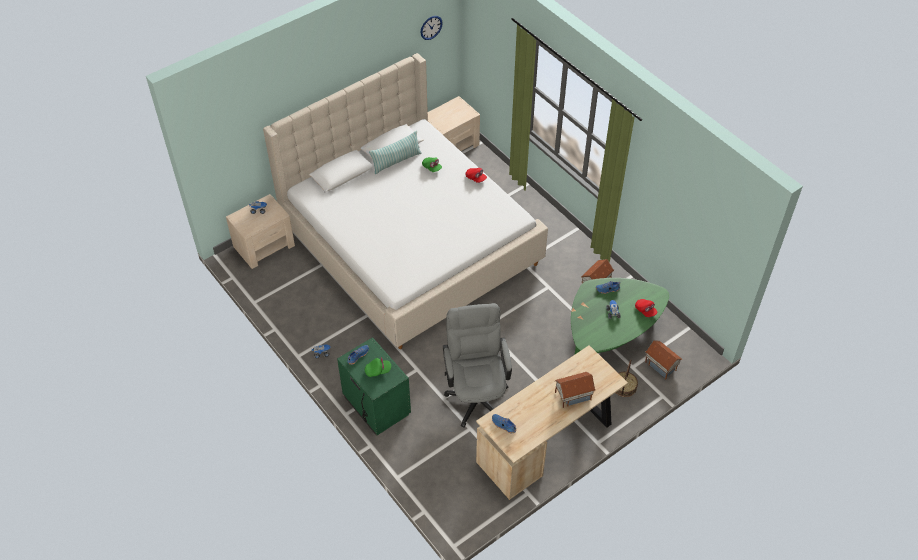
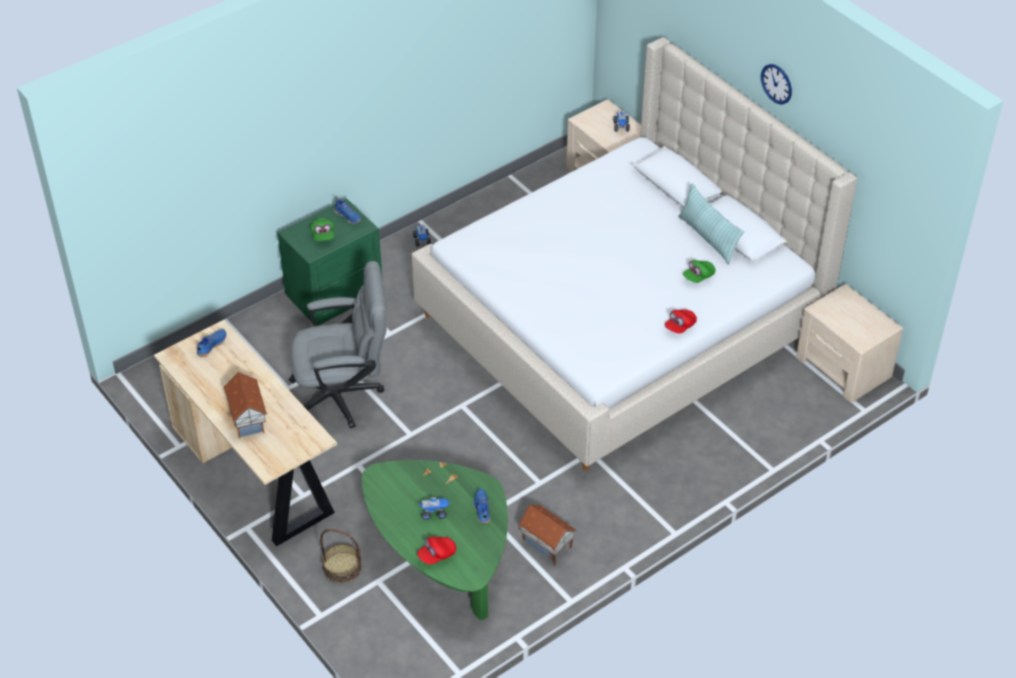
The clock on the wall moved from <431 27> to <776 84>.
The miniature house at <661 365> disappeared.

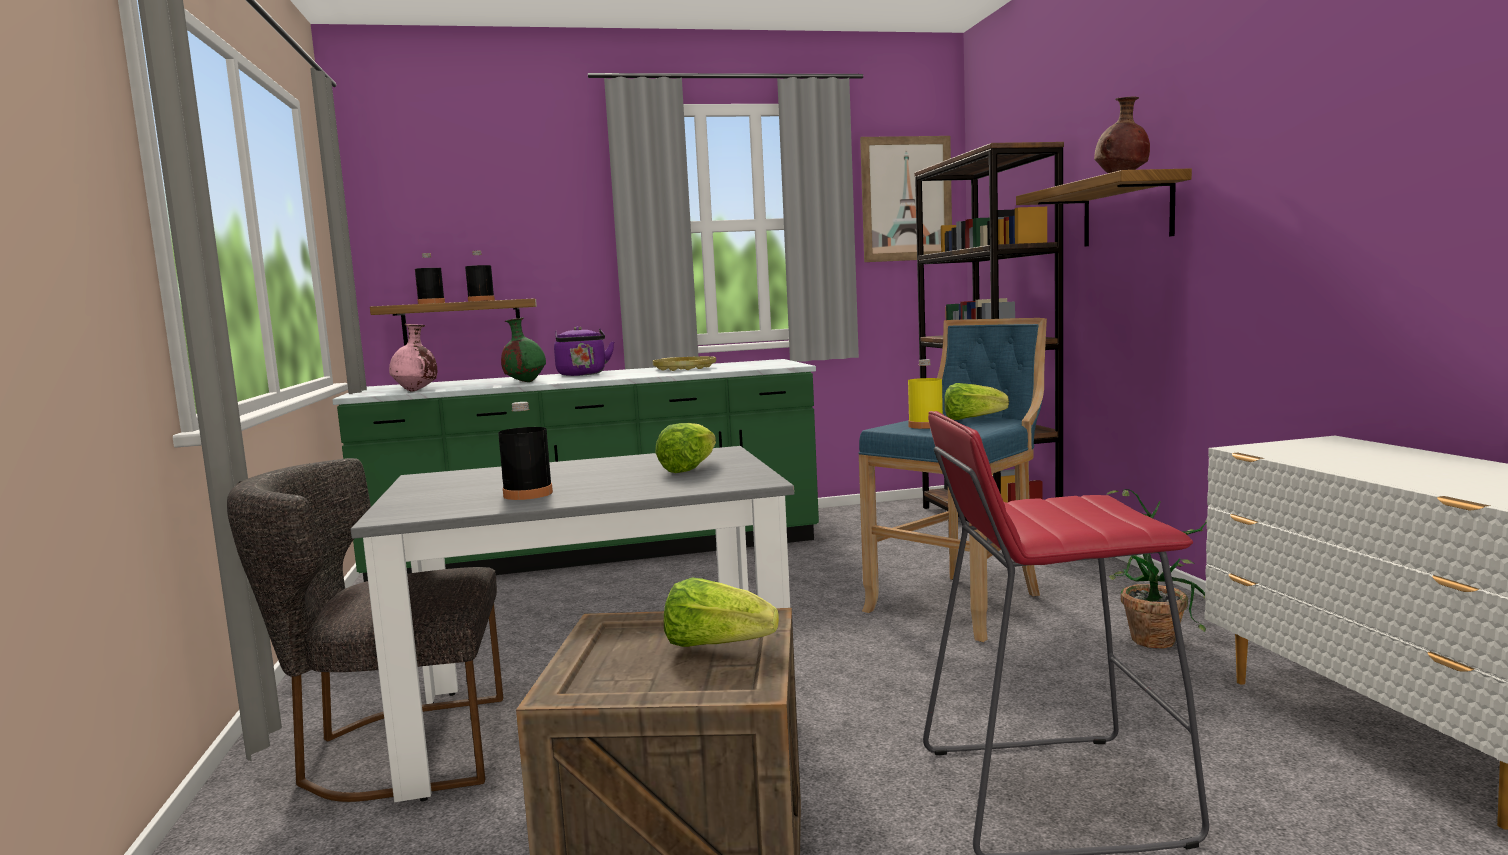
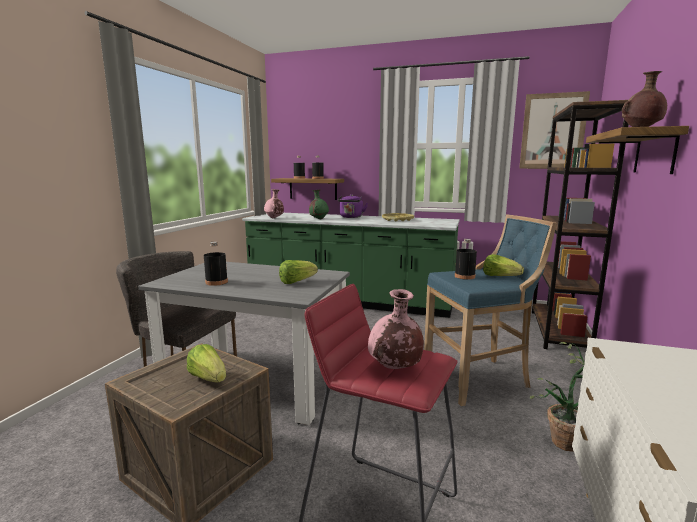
The beverage bottle/yellow at <926 426> became the beverage bottle/black at <464 276>.
The vase/pinkish at <394 368> appeared.

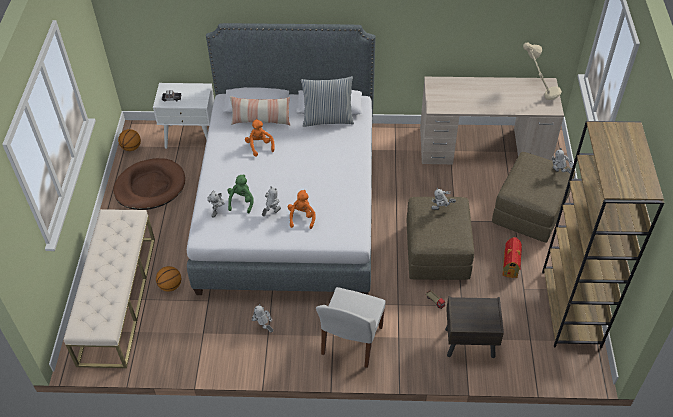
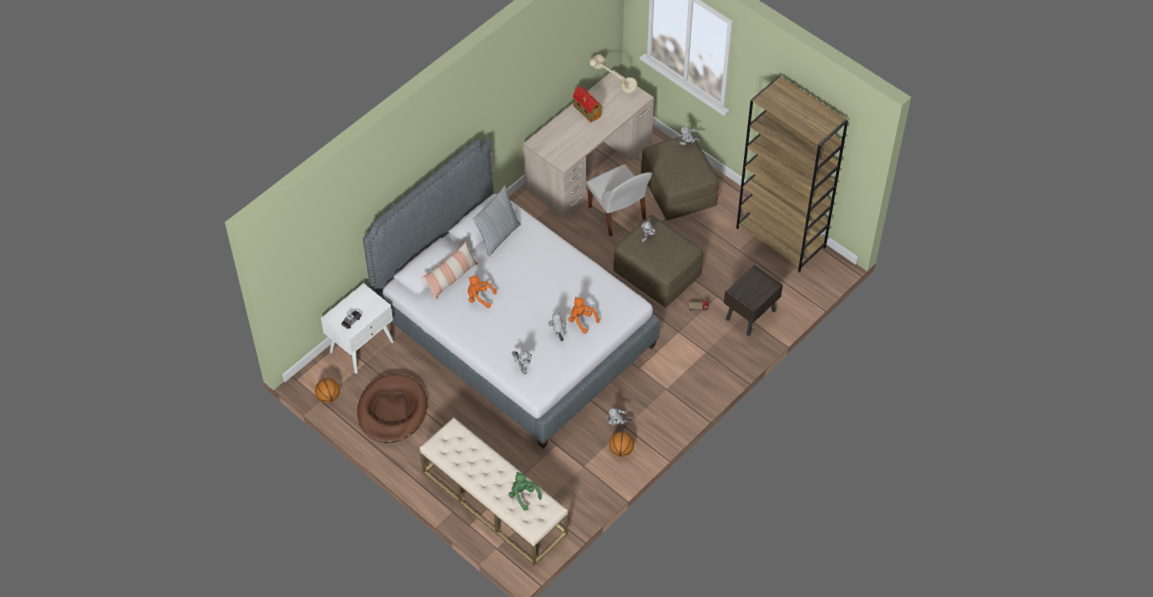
The ball for basketball moved from <170 286> to <621 450>.
The plush toy/green moved from <241 201> to <523 495>.
The upright chair/white moved from <351 342> to <617 215>.
The miniature house moved from <510 264> to <586 110>.

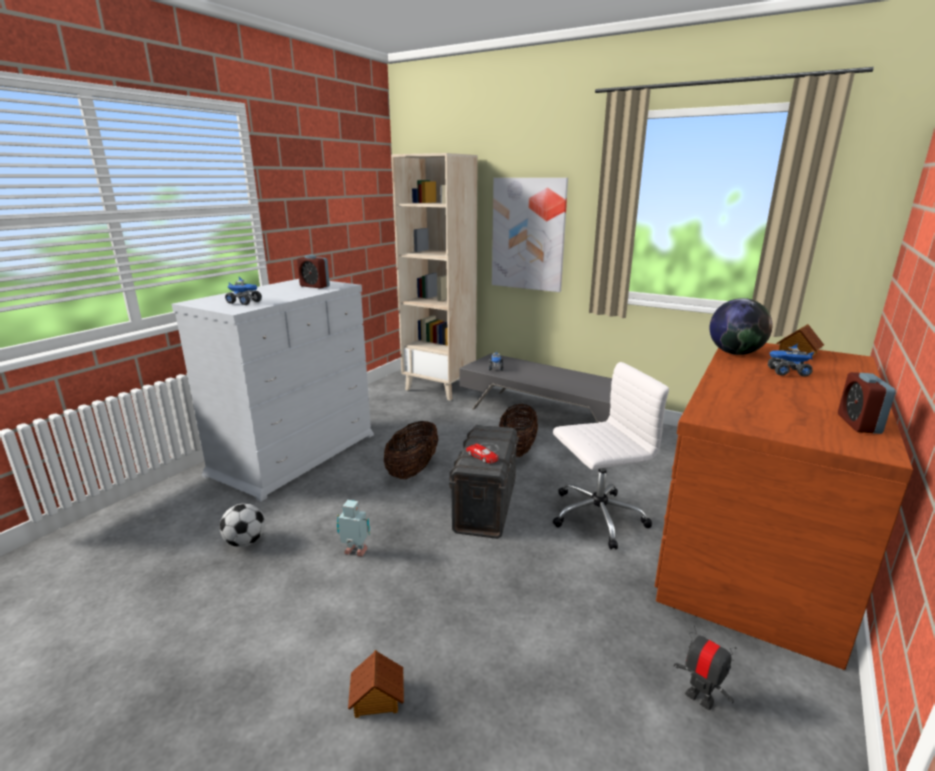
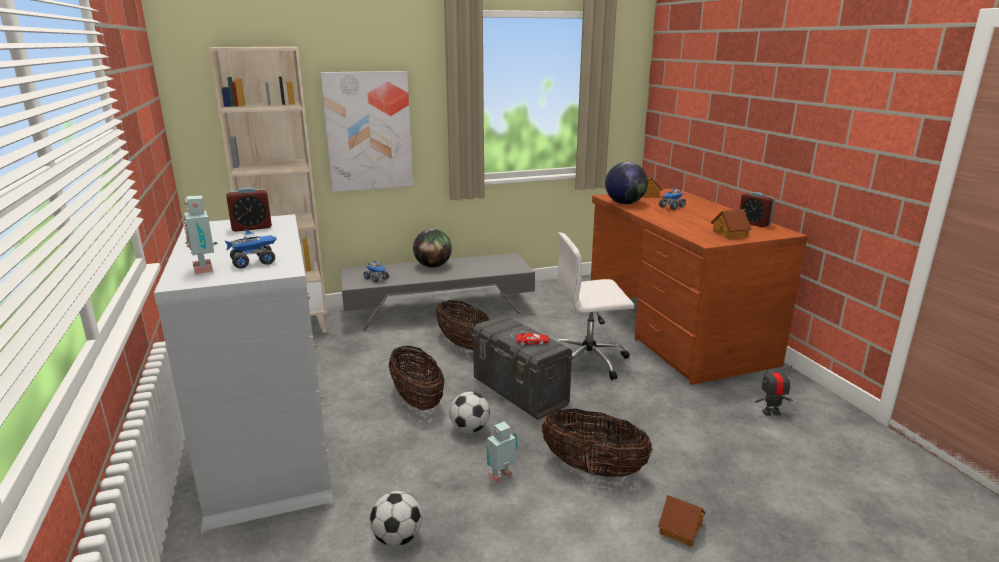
The office chair/white at <596 517> turned 120 degrees counterclockwise.
The model robot at <206 269> appeared.
The globe at <433 266> appeared.
The football ball at <470 429> appeared.
The basket at <593 468> appeared.
The miniature house at <730 234> appeared.

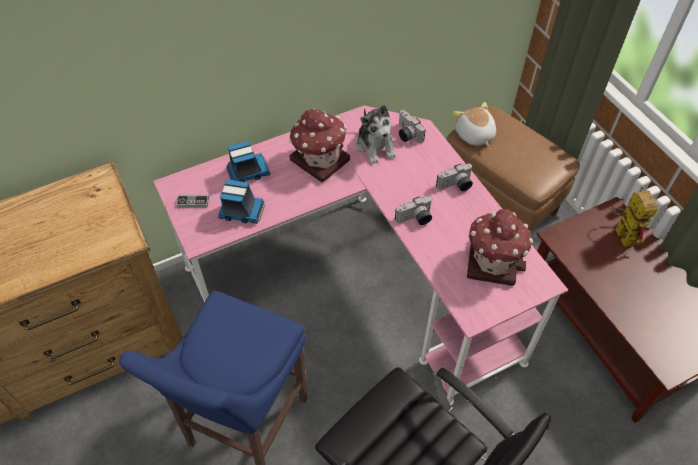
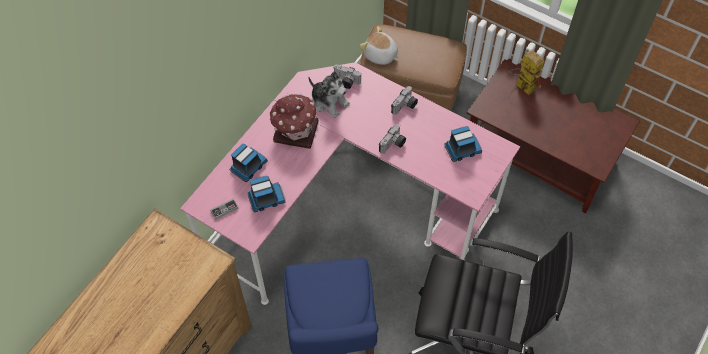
The miniature house at <492 260> was replaced by the toy lorry at <462 149>.

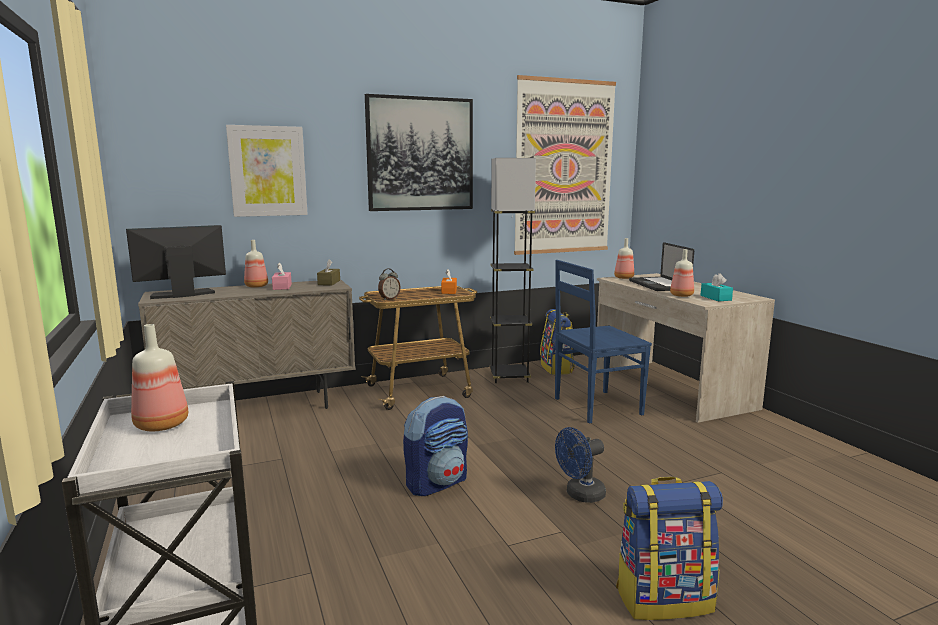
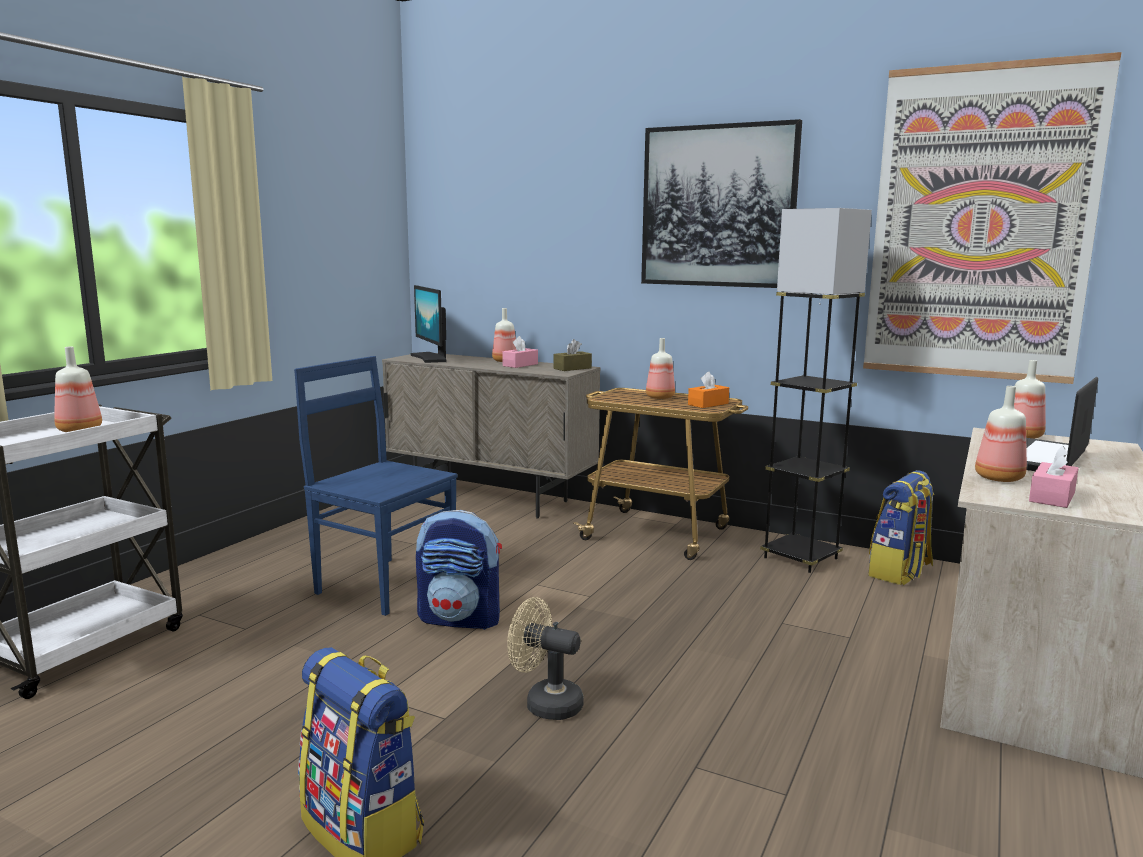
The computer screen at <182 294> turned 135 degrees counterclockwise.
The wall picture at <268 171> disappeared.
The alarm clock at <389 299> disappeared.
The upright chair/blue-coloured moved from <595 406> to <384 584>.
The fan/blue-coloured at <580 495> became the fan/beige-coloured at <545 703>.
The tissue holder/blue-green at <715 298> became the tissue holder/pinkish at <1052 497>.
The beverage bottle at <659 397> appeared.

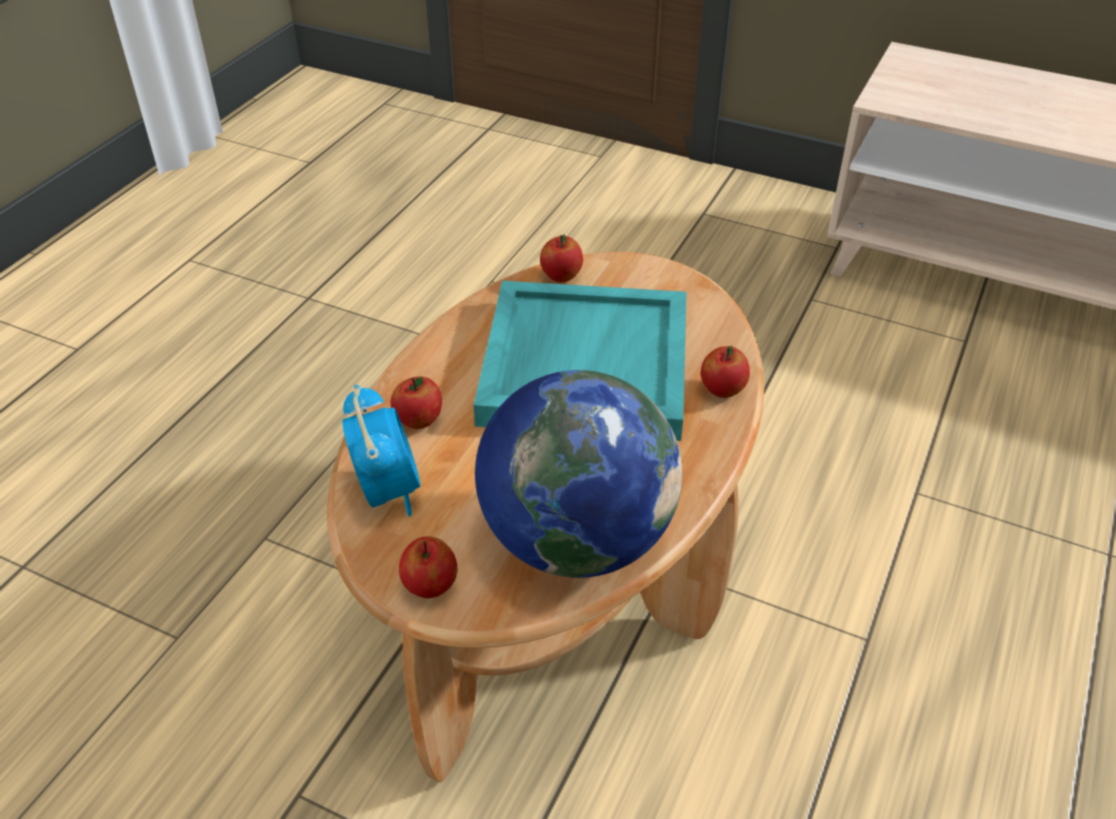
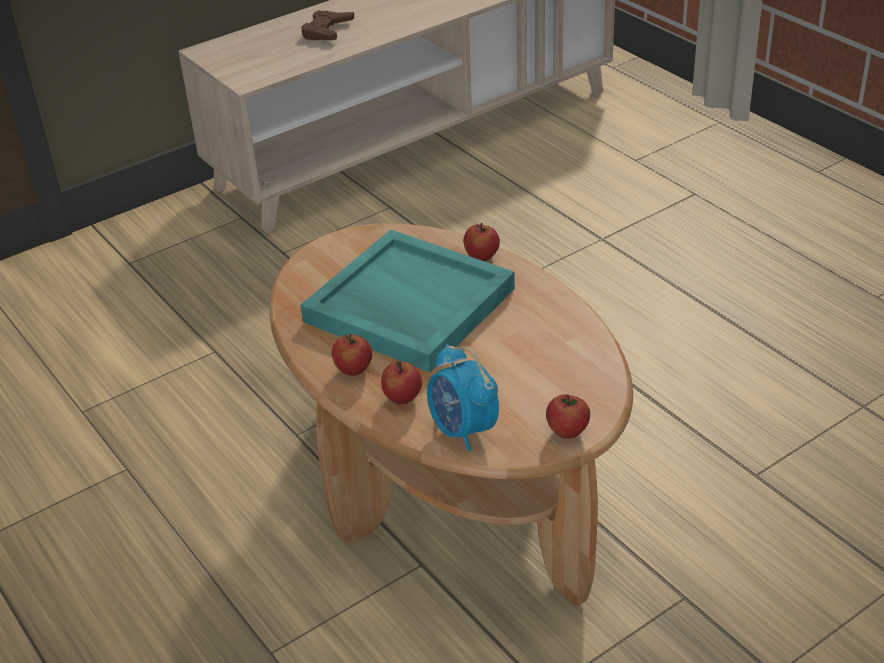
The alarm clock at <387 490> turned 135 degrees counterclockwise.
The globe at <576 539> disappeared.
The whole apple moved from <561 276> to <354 370>.
The gamepad/brown-coloured at <327 31> appeared.

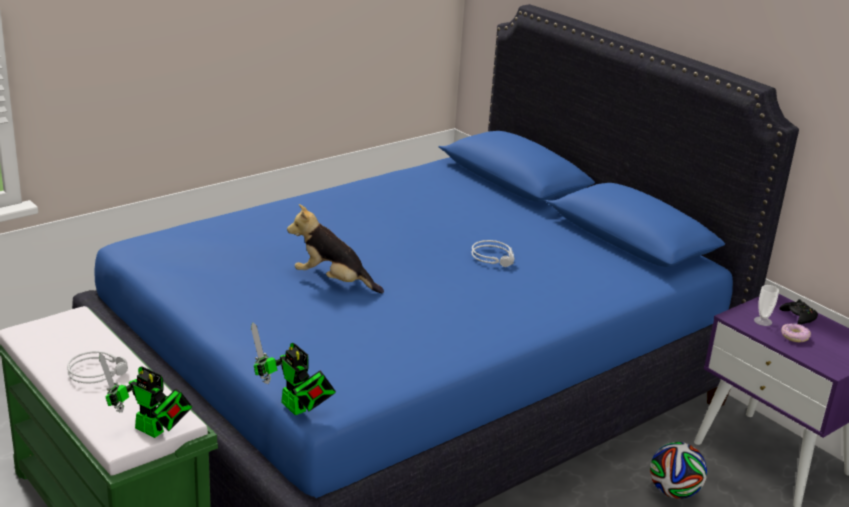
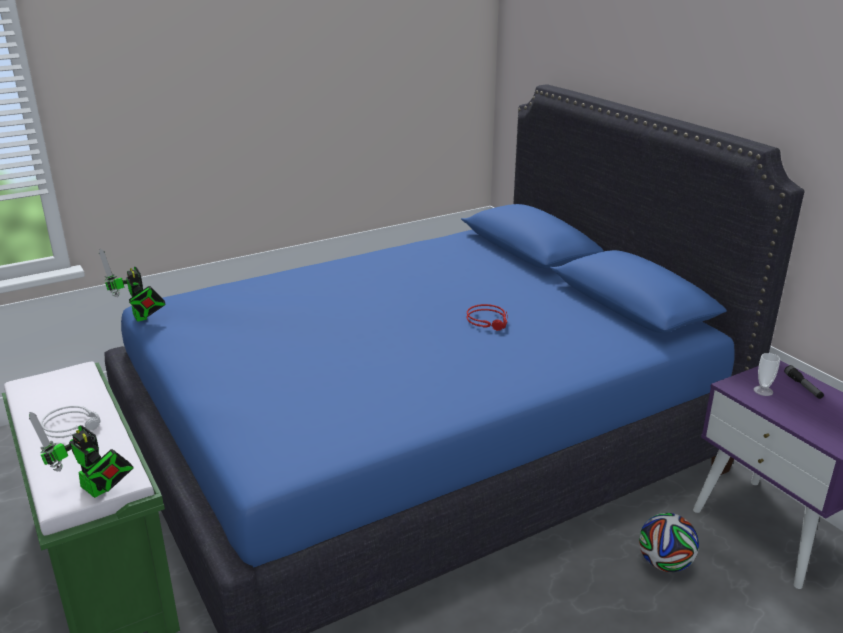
The model robot moved from <296 409> to <140 318>.
The plush toy at <333 281> disappeared.
The headphones/greyish at <495 258> became the headphones/red-coloured at <489 321>.
The gamepad/black at <798 316> was replaced by the flashlight at <803 386>.
The doughnut at <794 337> disappeared.

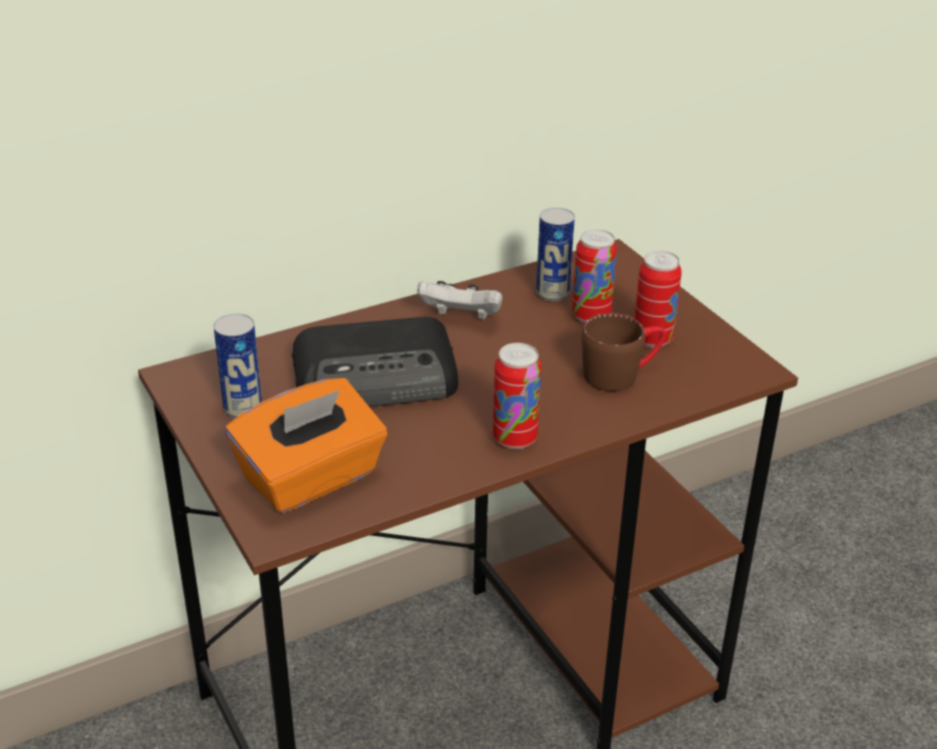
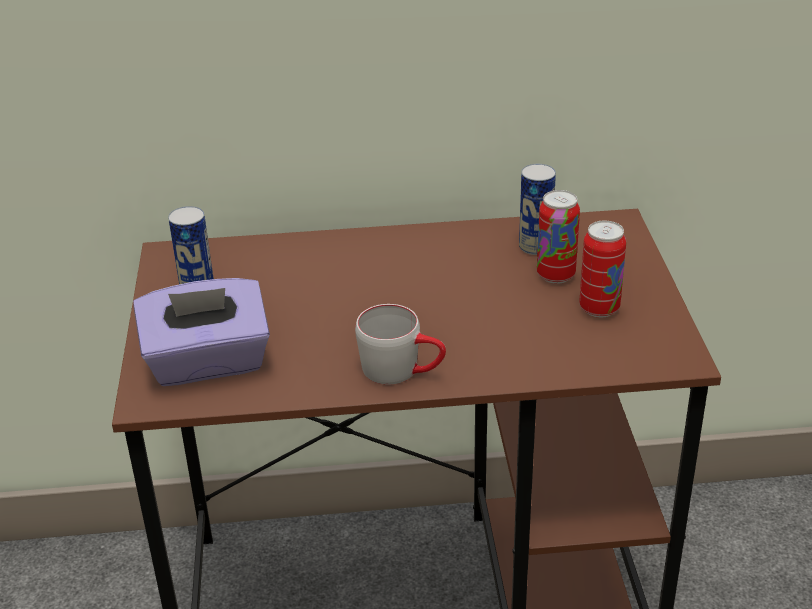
The tissue holder/orange-coloured at <311 478> became the tissue holder/purple-coloured at <208 363>.
The radio at <378 378> disappeared.
The gamepad/white at <461 318> disappeared.
The sealed can at <515 439> was replaced by the mug/greyish at <402 370>.
The mug/brown-coloured at <621 373> disappeared.

